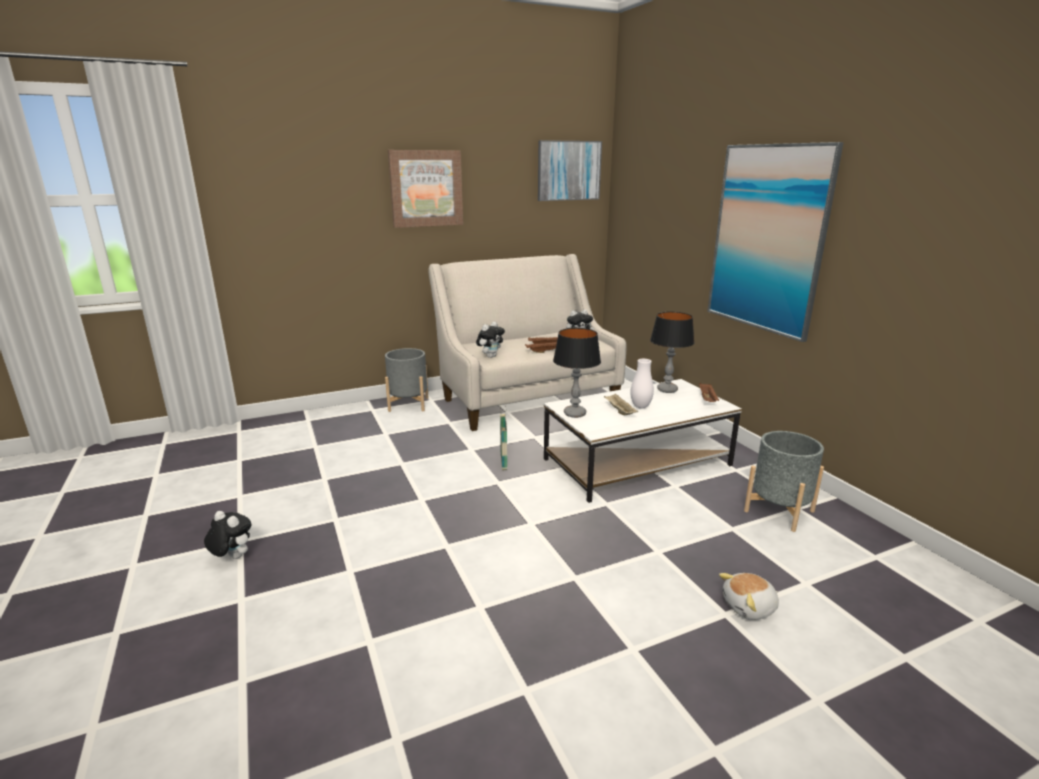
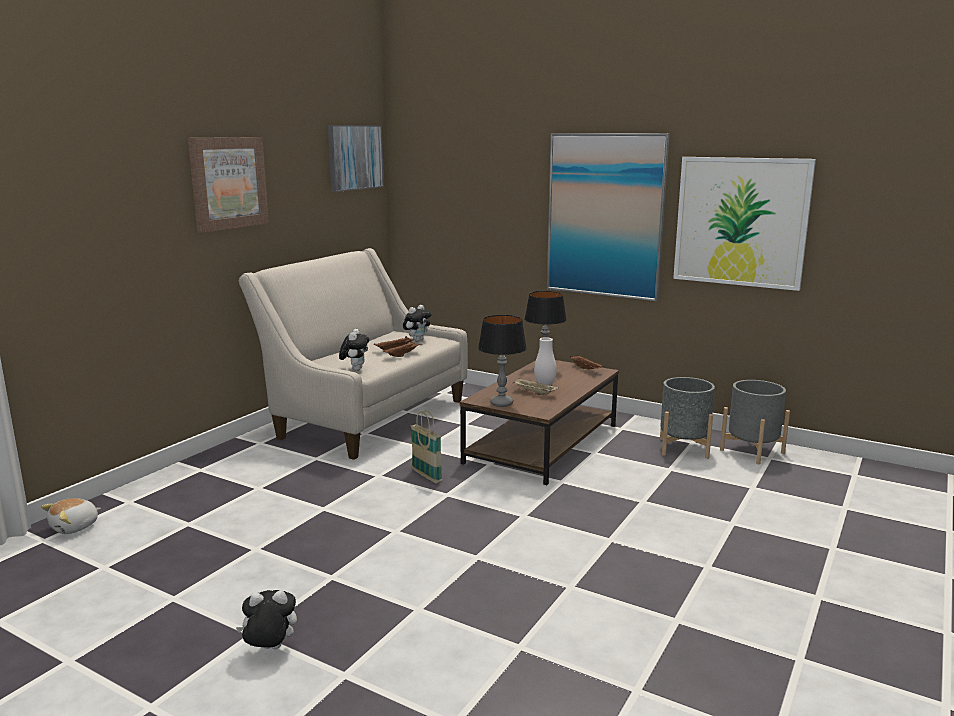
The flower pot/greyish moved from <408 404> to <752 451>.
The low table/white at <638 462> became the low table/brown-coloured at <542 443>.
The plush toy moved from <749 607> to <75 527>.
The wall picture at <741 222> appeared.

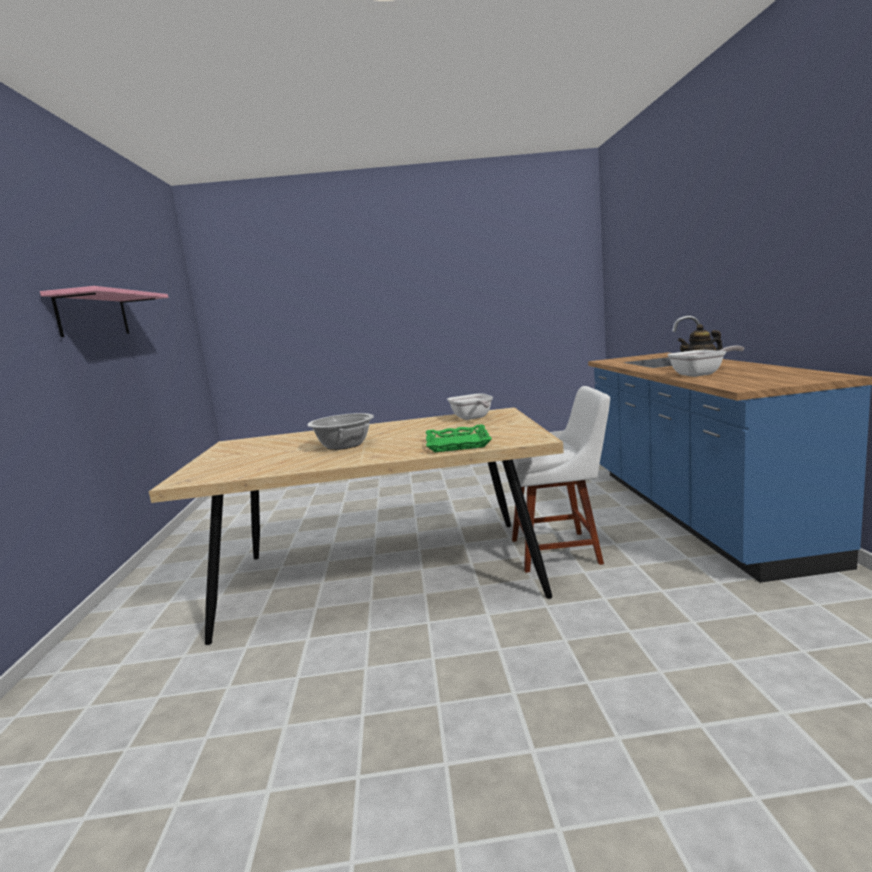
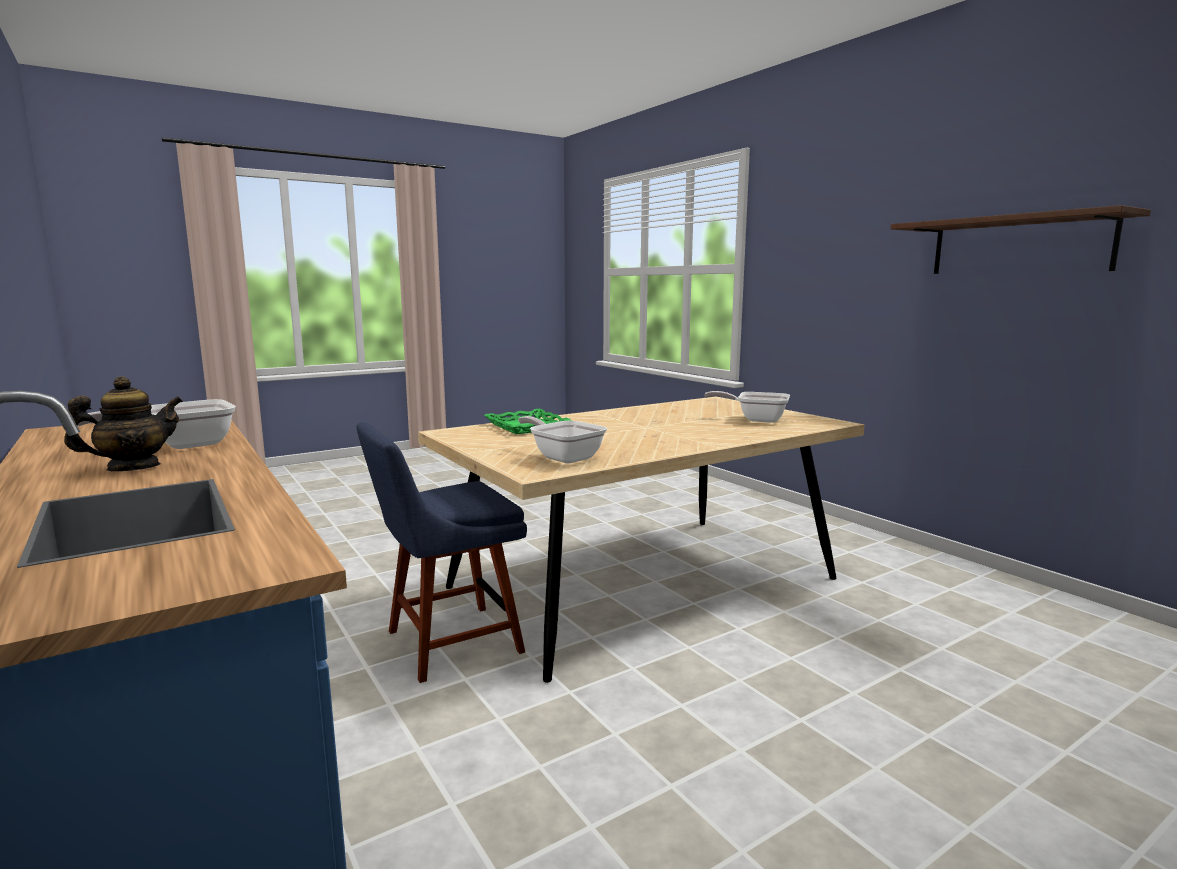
The shelf/pinkish at <93 315> became the shelf/brown-coloured at <1019 246>.
The saucepot at <344 445> disappeared.
The upright chair/white at <560 550> became the upright chair/blue-coloured at <447 643>.
The pan at <756 419> appeared.

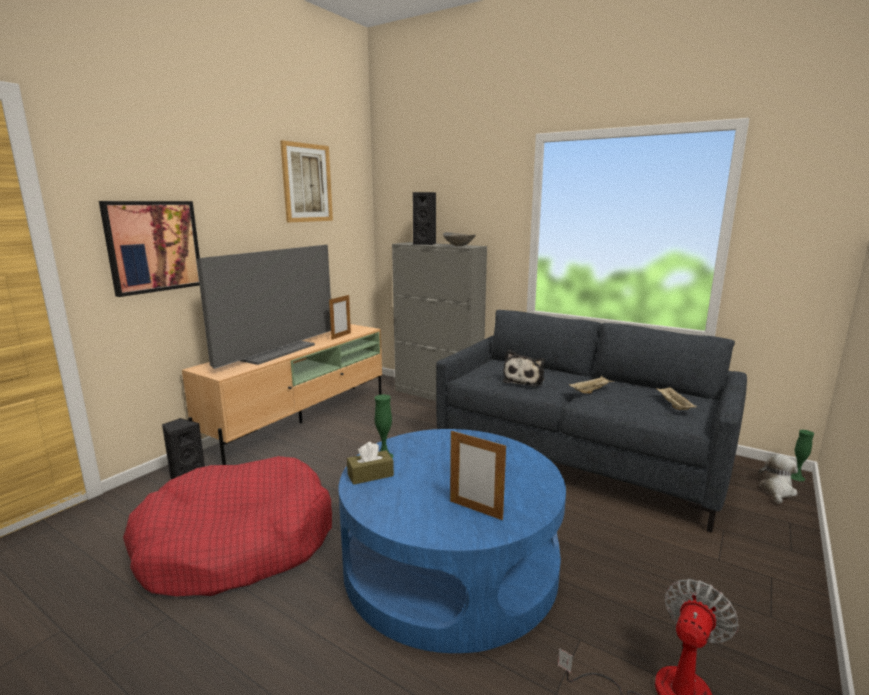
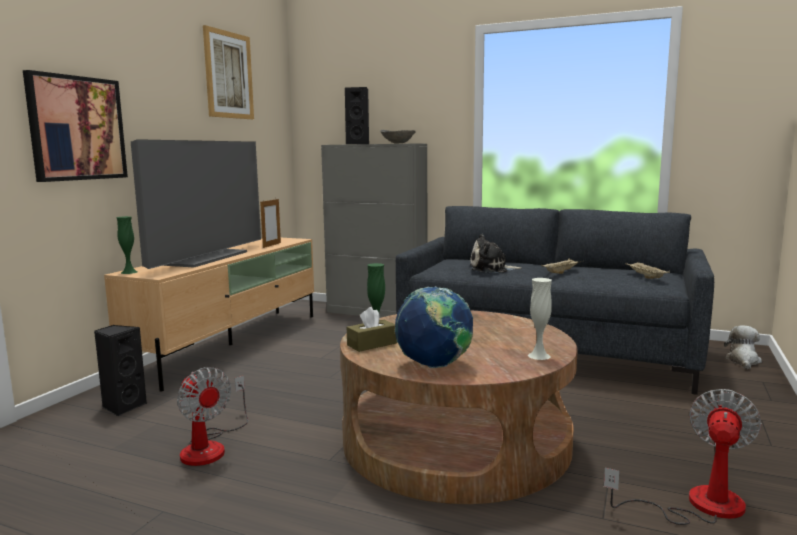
The dog cushion/red-coloured at <237 543> was replaced by the fan at <210 446>.
The low table/blue-coloured at <450 563> became the low table/brown-coloured at <455 439>.
The photo frame at <475 510> disappeared.
The plush toy at <525 380> turned 75 degrees clockwise.
The vase/green moved from <796 477> to <129 272>.
The globe at <434 366> appeared.
The vase/white at <539 356> appeared.

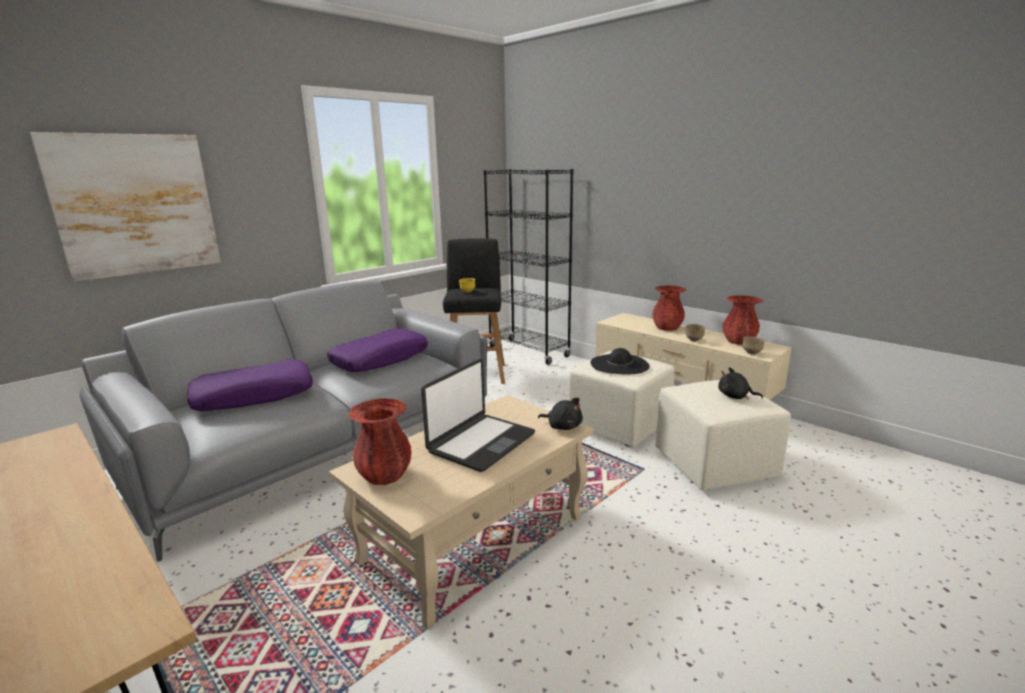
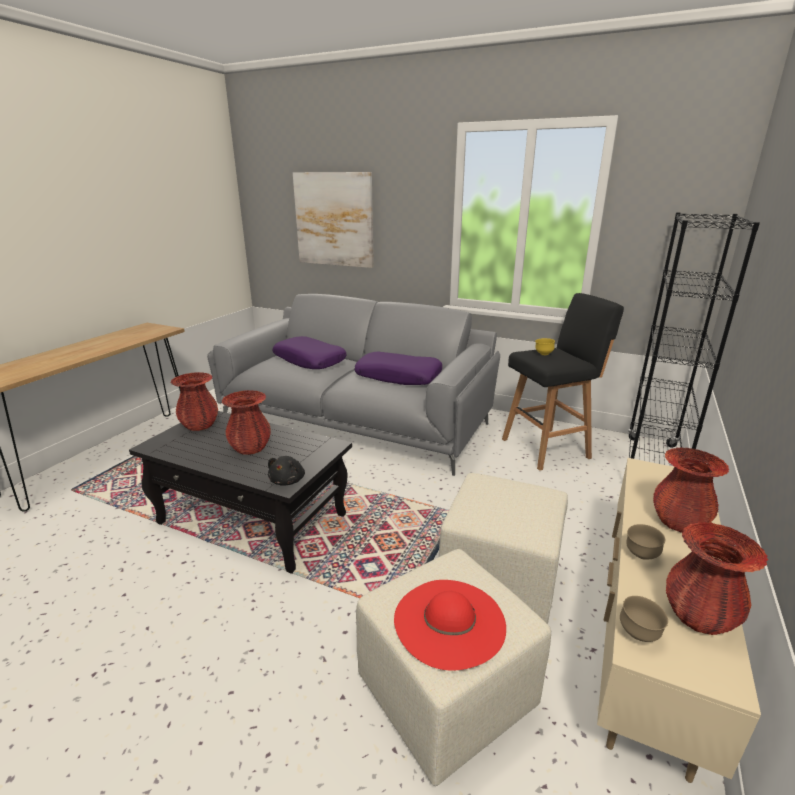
The low table/beige-coloured at <475 538> became the low table/black at <253 519>.
The notebook computer at <481 442> was replaced by the vase/red-coloured at <250 448>.
The hat/black at <619 364> disappeared.
The plush toy/black at <735 397> was replaced by the hat/red-coloured at <449 621>.

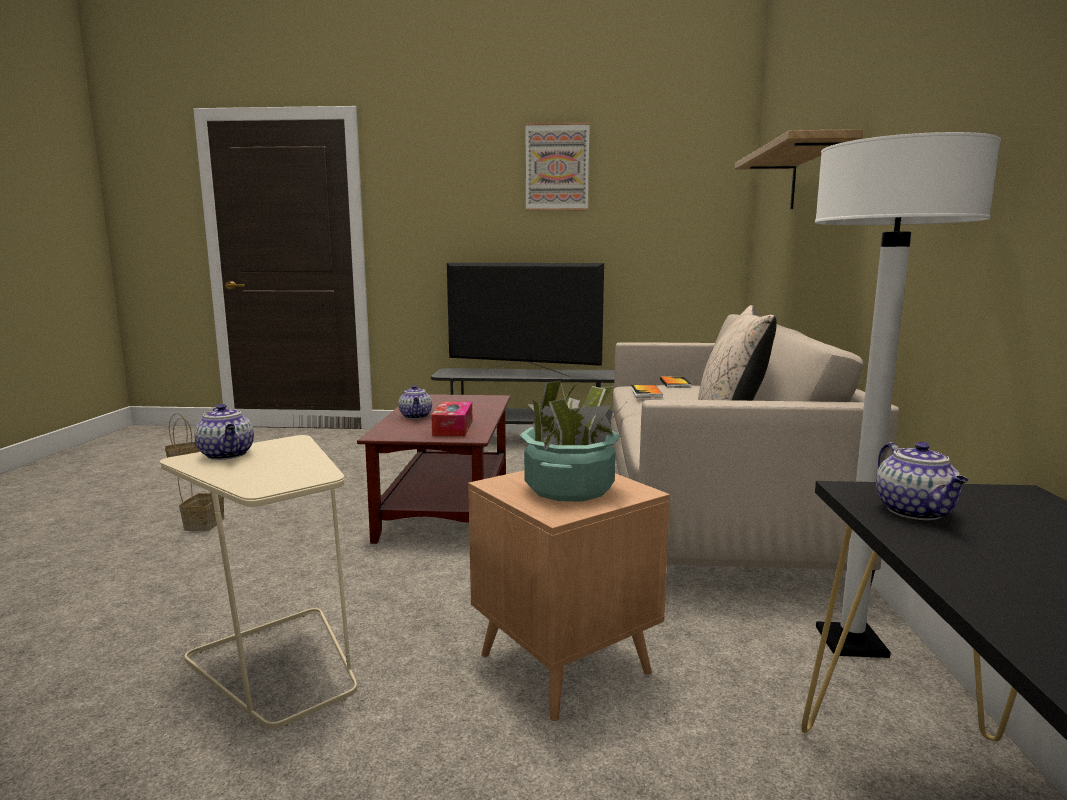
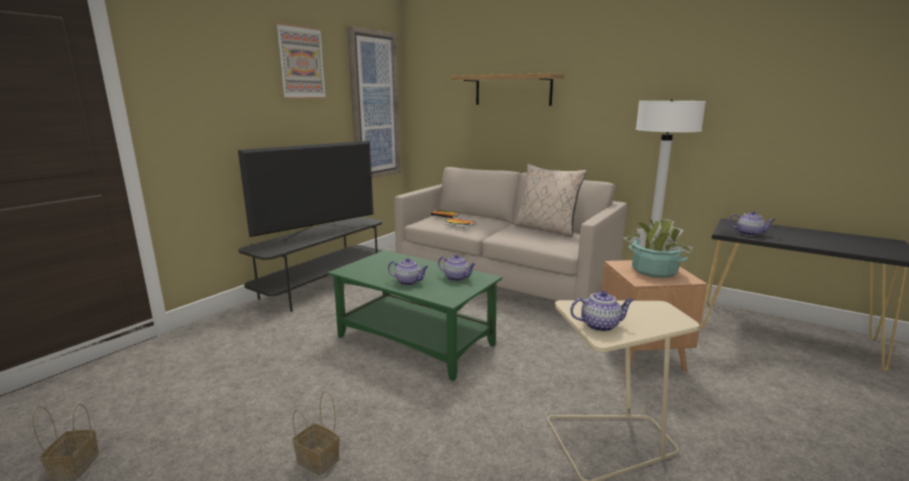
The low table/brown-coloured at <447 506> became the low table/green at <416 341>.
The tissue holder at <453 428> was replaced by the pot for tea at <457 278>.
The wall picture at <374 106> appeared.

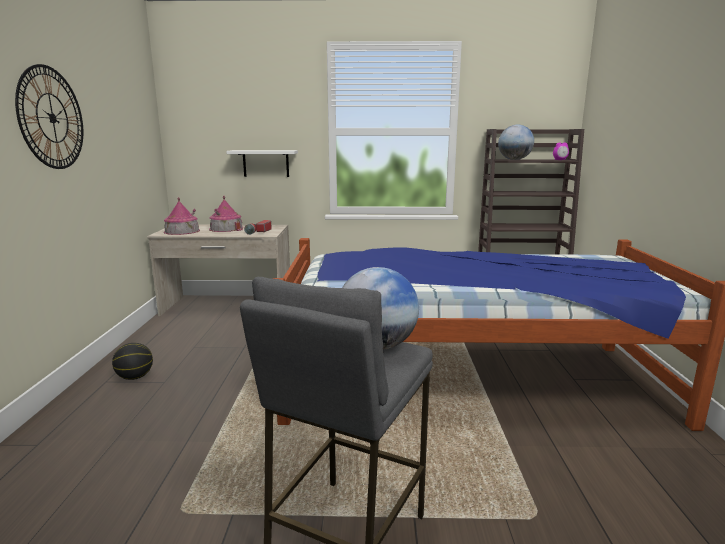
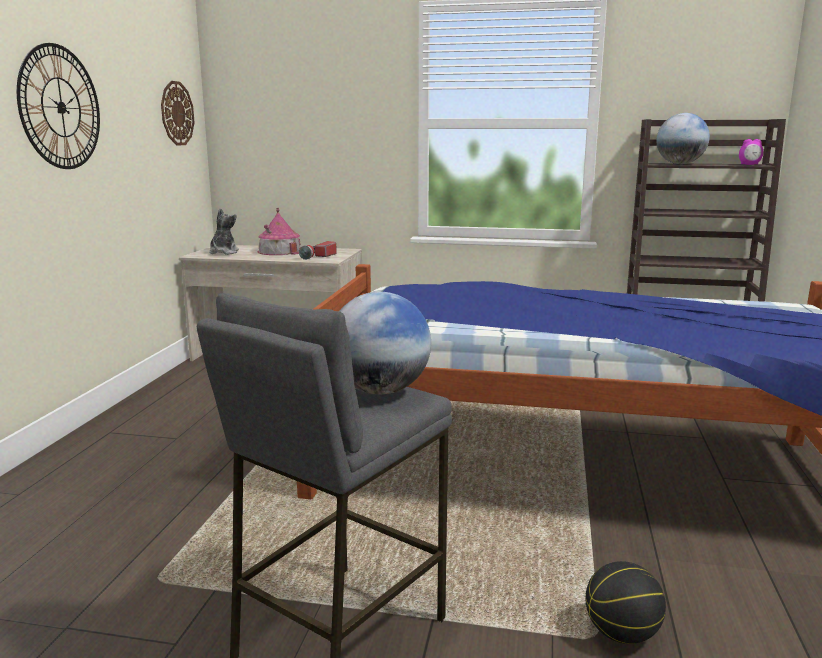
The ball for basketball moved from <135 377> to <621 633>.
The miniature house at <182 231> was replaced by the plush toy at <223 252>.
The shelf/white at <266 163> disappeared.
The clock on the wall at <177 113> appeared.

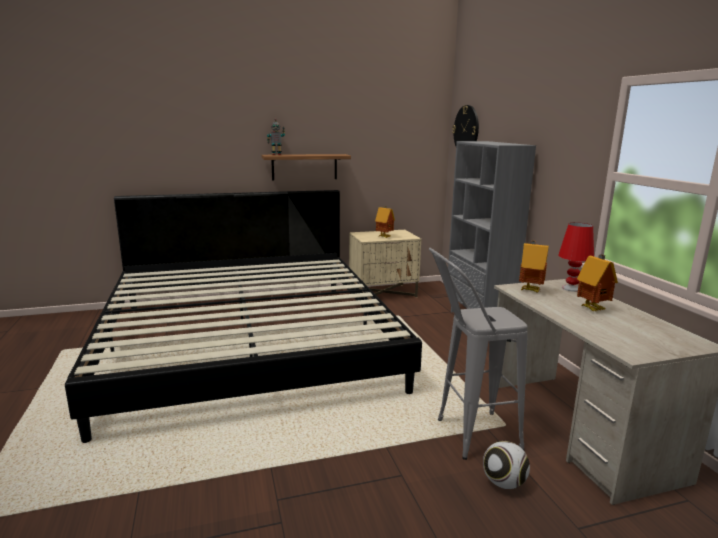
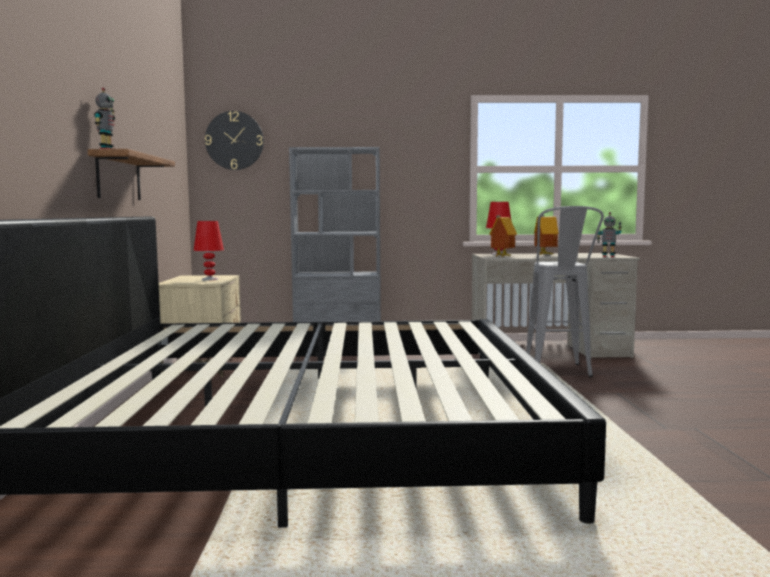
The miniature house at <384 237> was replaced by the lamp for a table/red-coloured at <209 279>.
The football ball at <503 483> disappeared.
The model robot at <608 256> appeared.

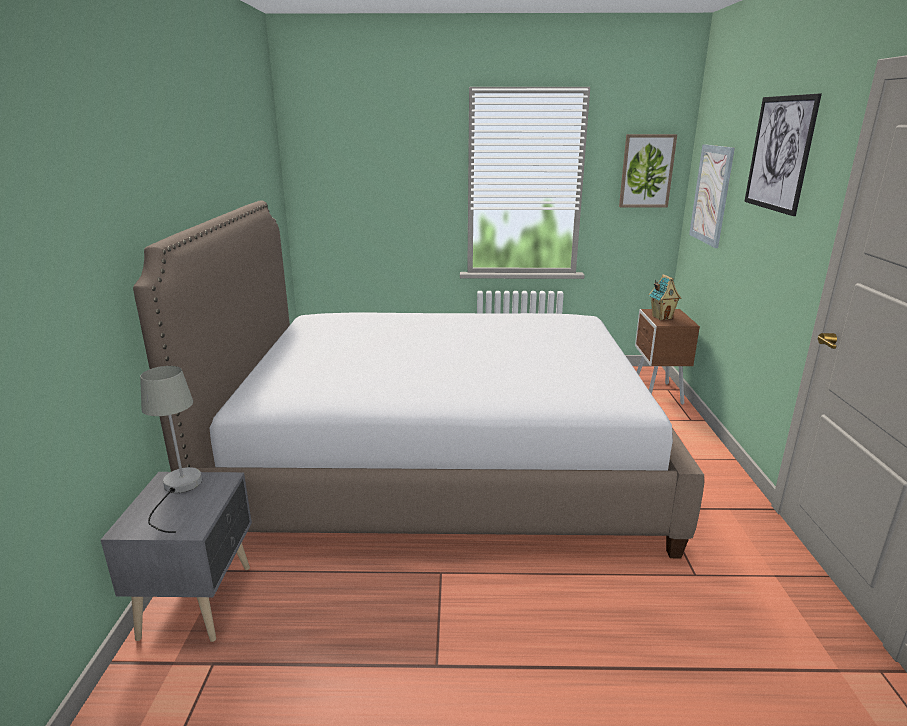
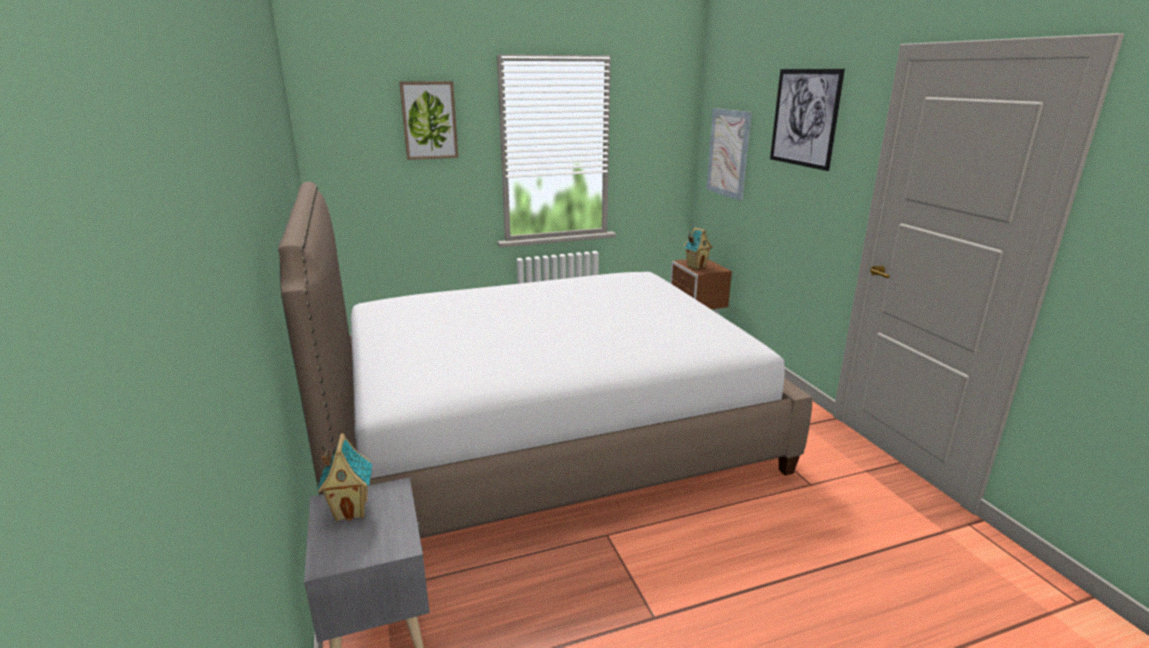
The lamp for a table/greyish at <179 489> was replaced by the miniature house at <352 510>.
The wall picture moved from <646 171> to <429 120>.

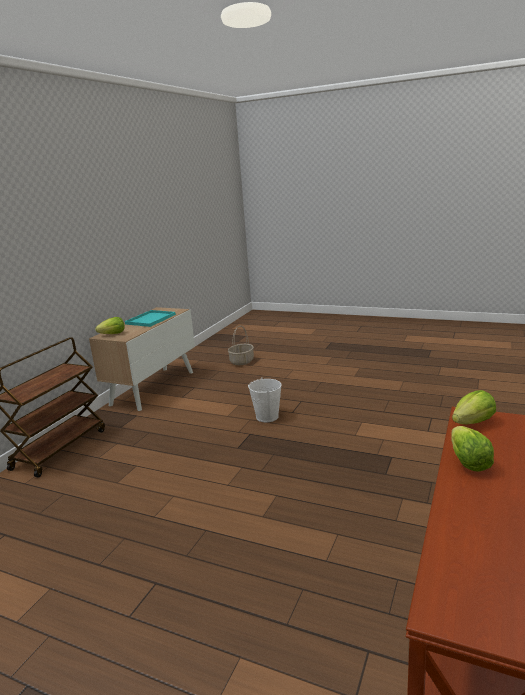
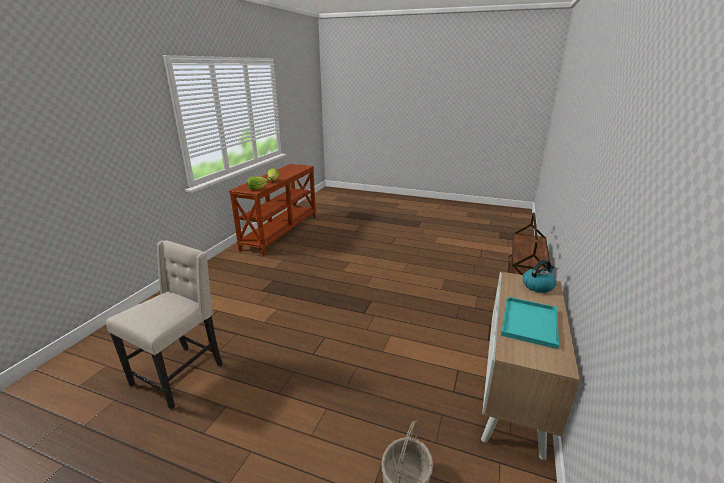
The head of lettuce at <113 334> was replaced by the water kettle at <538 286>.
The bucket/white at <267 416> disappeared.
The upright chair/beige-coloured at <180 374> appeared.

